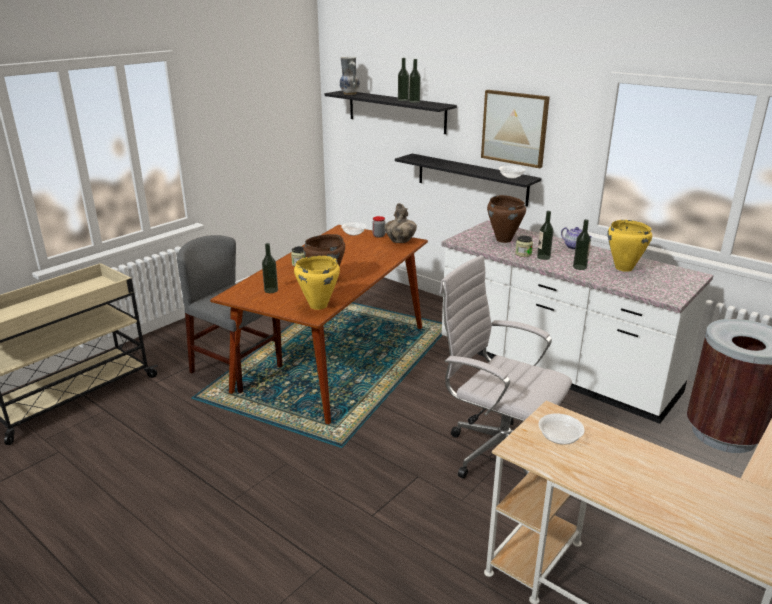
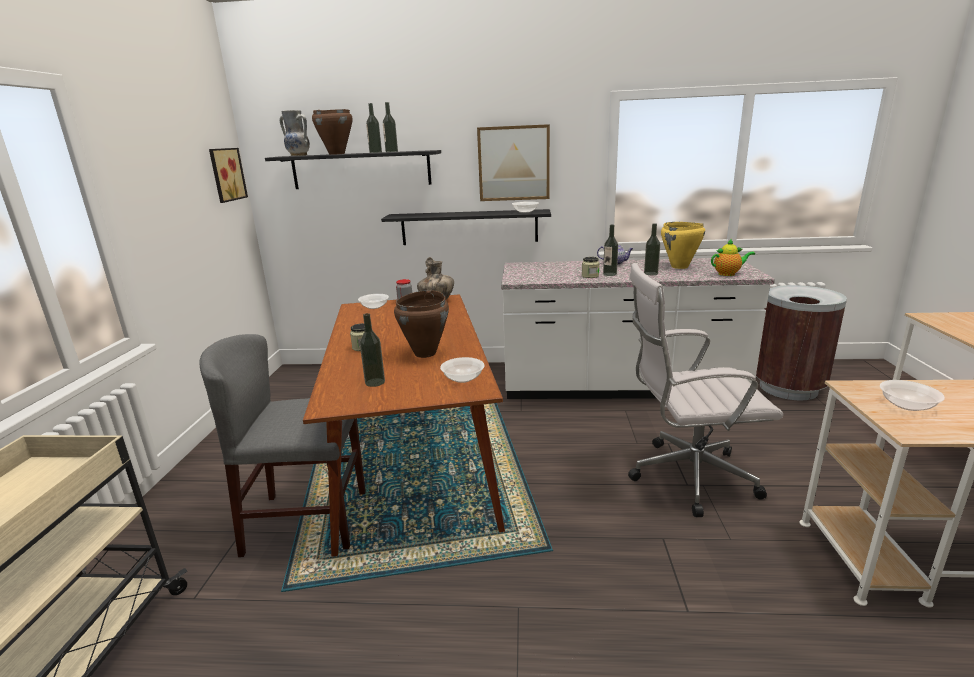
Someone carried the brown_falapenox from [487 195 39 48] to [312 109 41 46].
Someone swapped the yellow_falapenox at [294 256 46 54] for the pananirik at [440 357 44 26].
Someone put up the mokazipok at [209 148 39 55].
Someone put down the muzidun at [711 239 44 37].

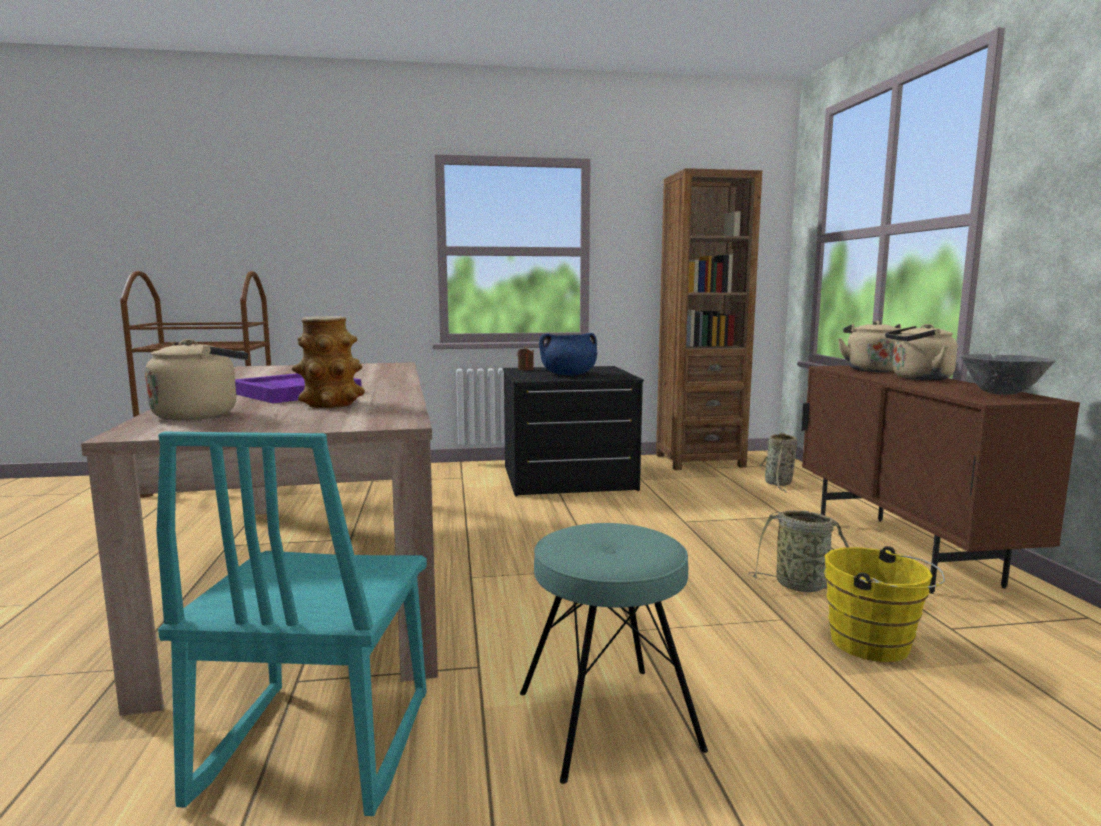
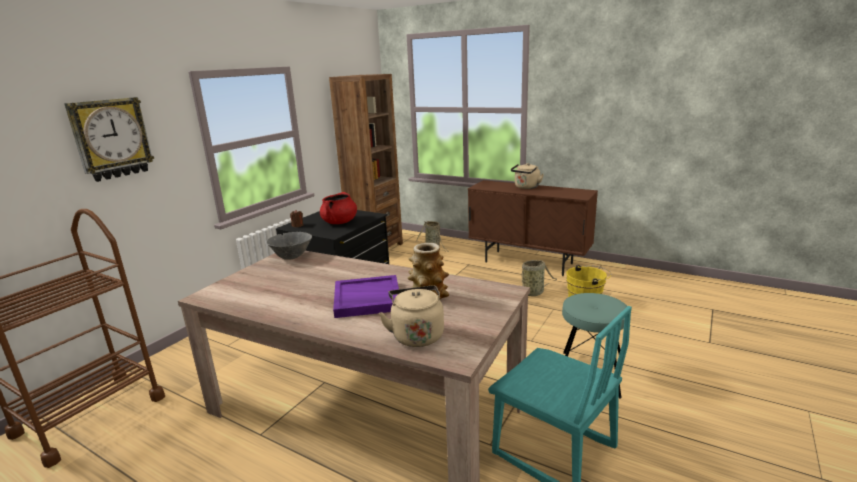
Someone took away the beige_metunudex at [838 321 64 51].
Someone repainted the blue_falapenox at [539 333 58 42], which became the red_falapenox at [320 192 37 32].
Someone carried the grey_pananirik from [960 354 96 41] to [266 232 46 28].
Someone put up the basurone at [64 97 90 85].

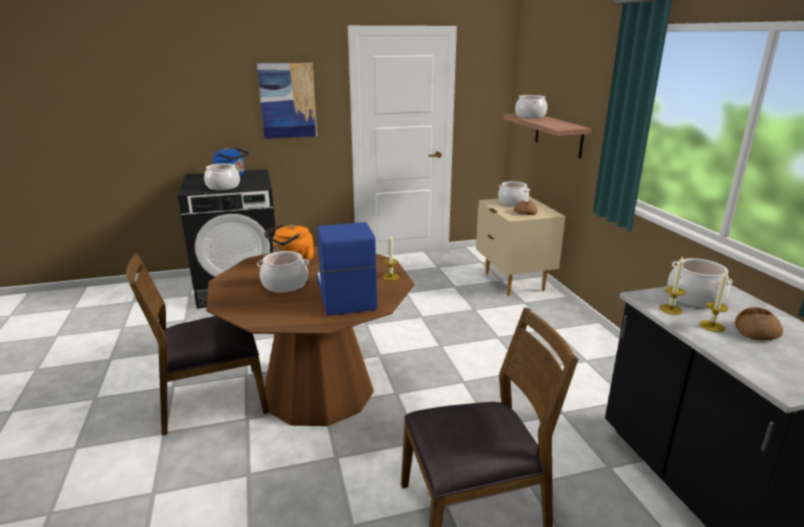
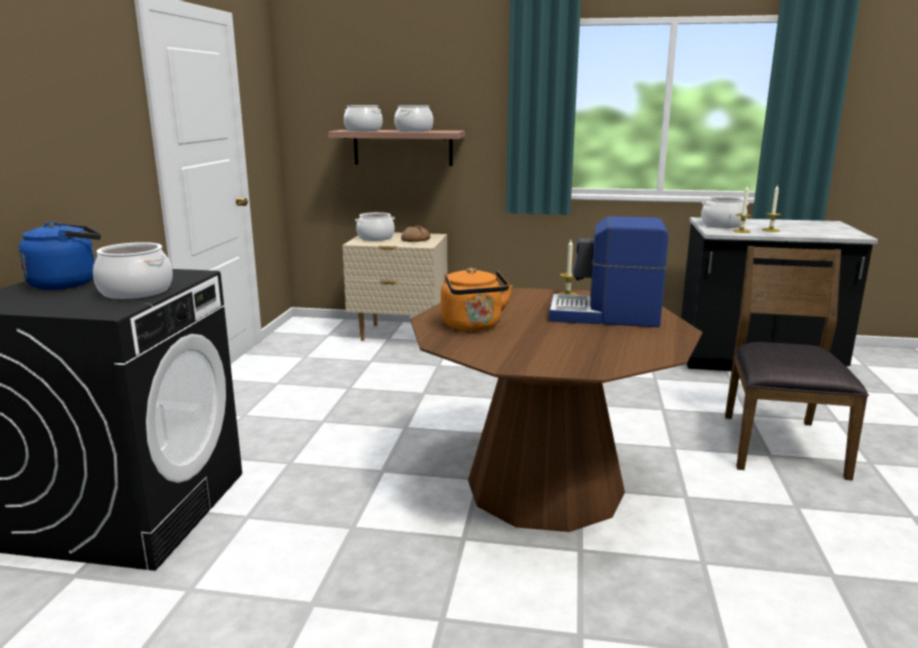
Someone took away the mokazipok at [257 63 60 76].
Someone carried the falapenox from [257 251 52 42] to [394 105 39 27].
Someone took away the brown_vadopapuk at [126 253 143 183].
Someone took away the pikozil at [735 307 48 34].

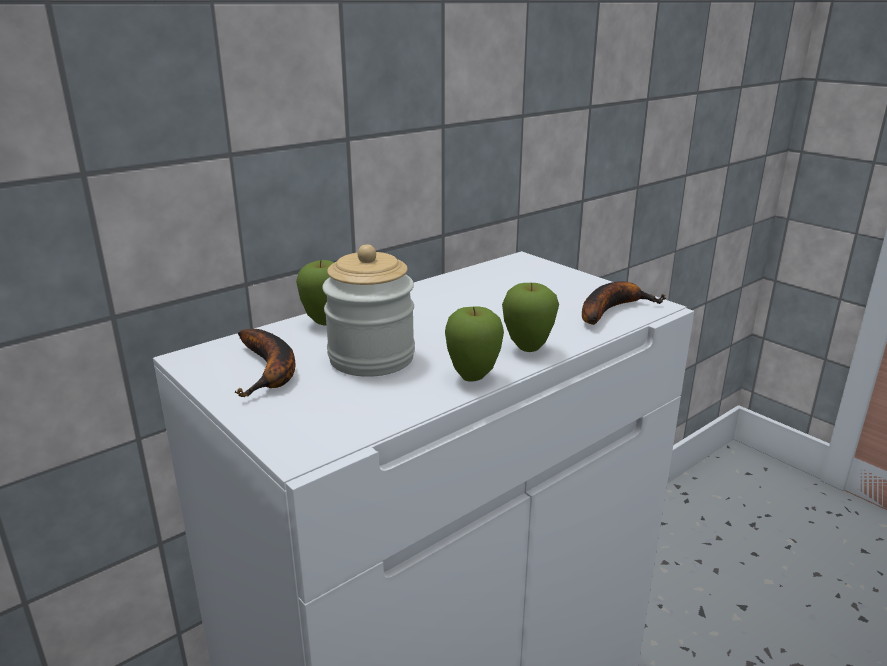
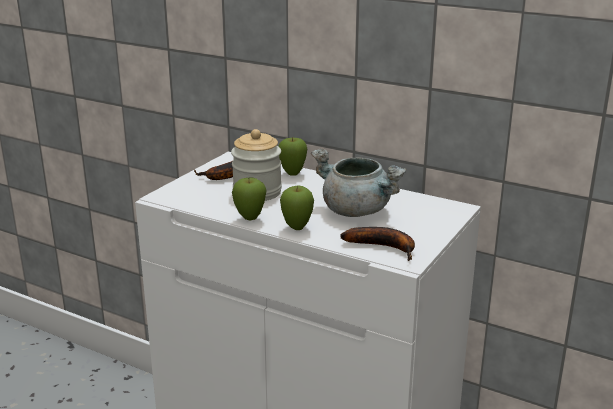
Someone put down the grey_falapenox at [311 148 96 69].

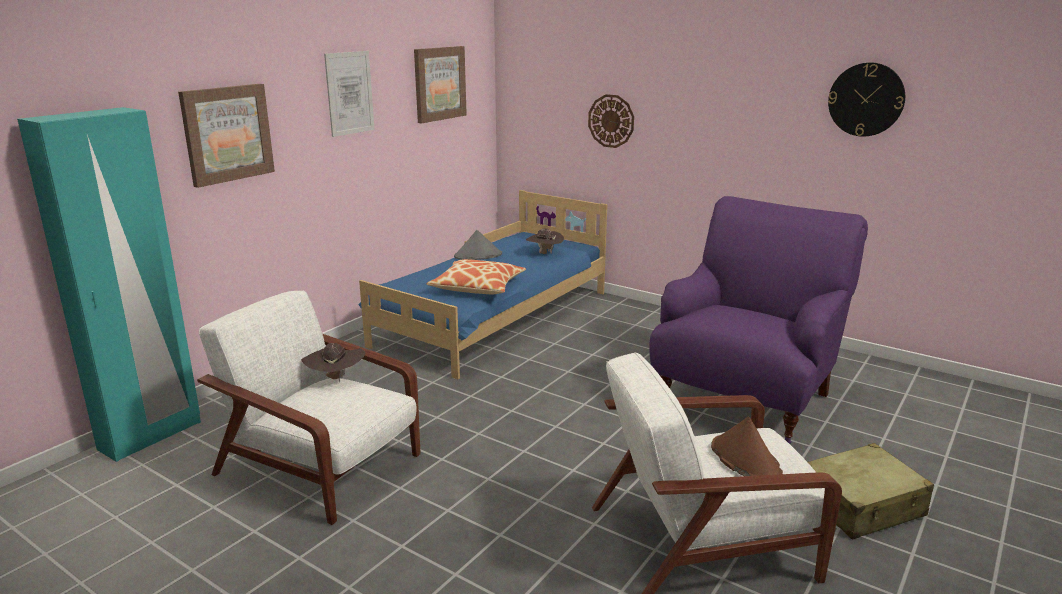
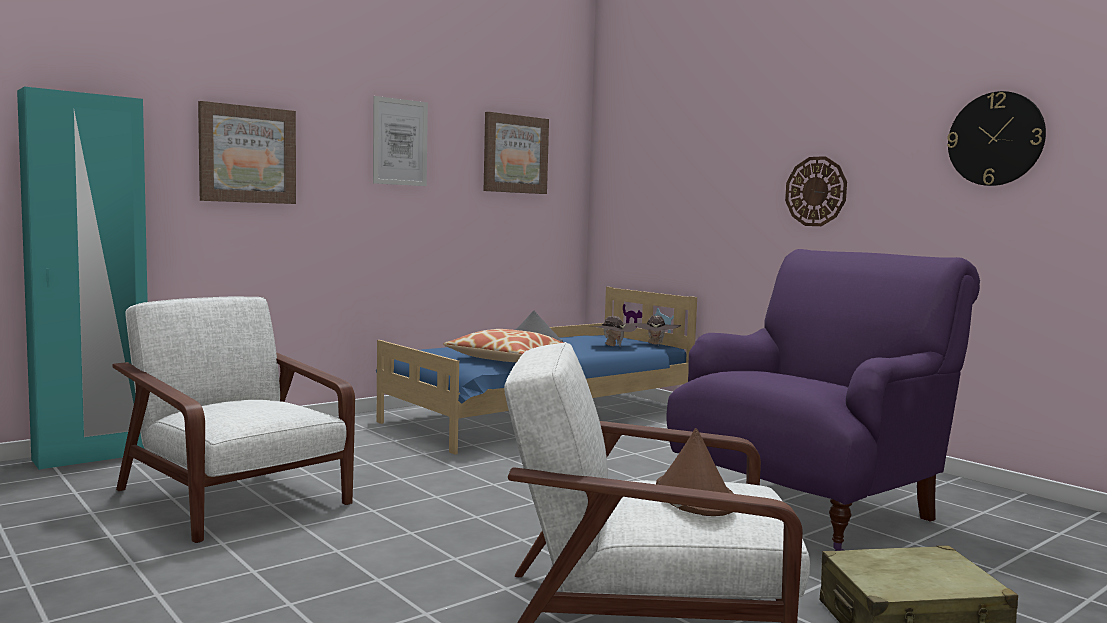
Someone carried the basurone from [588 94 46 54] to [785 156 62 70].
Someone carried the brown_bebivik from [301 343 65 40] to [631 315 50 31].

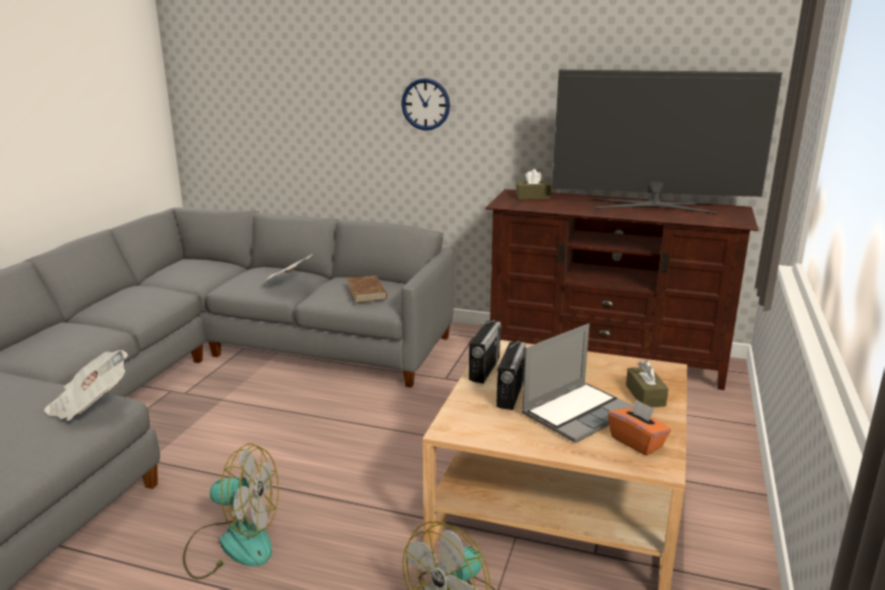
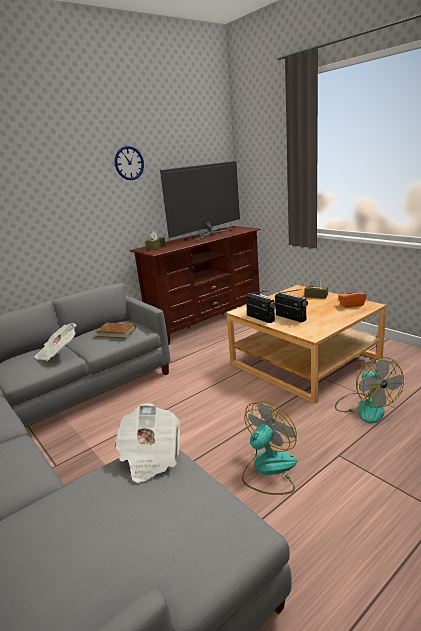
Someone carried the basurone from [401 78 49 53] to [115 146 29 34].
Someone took away the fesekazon at [522 324 112 119].

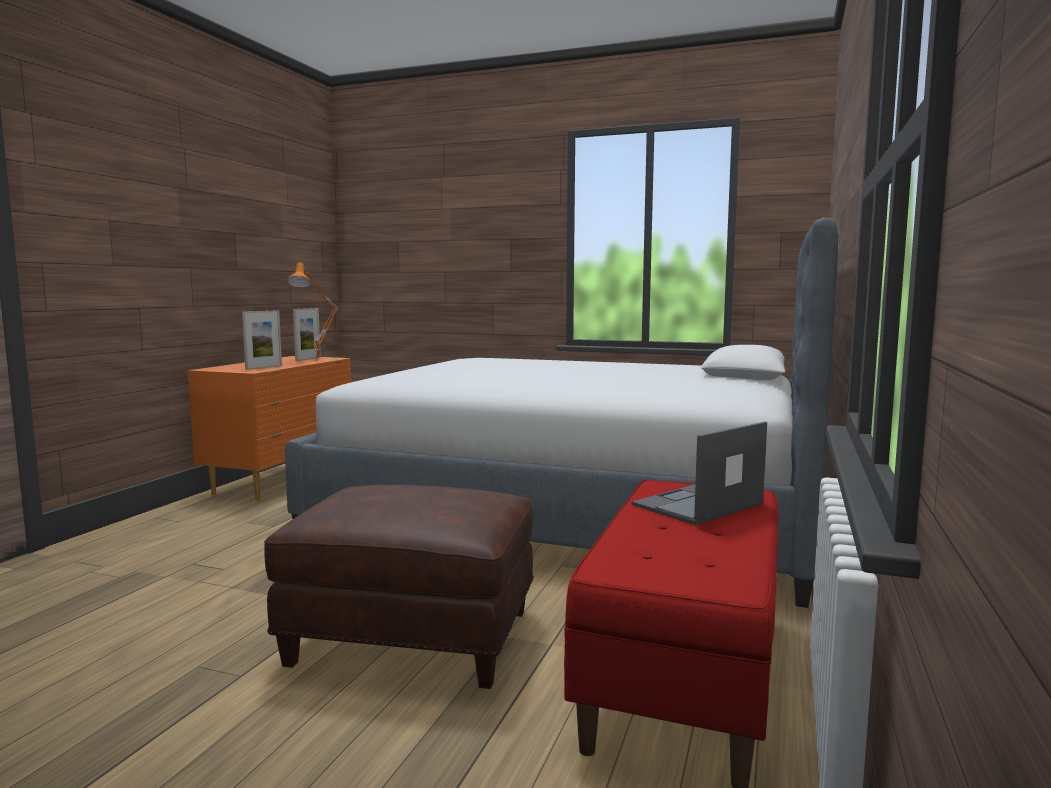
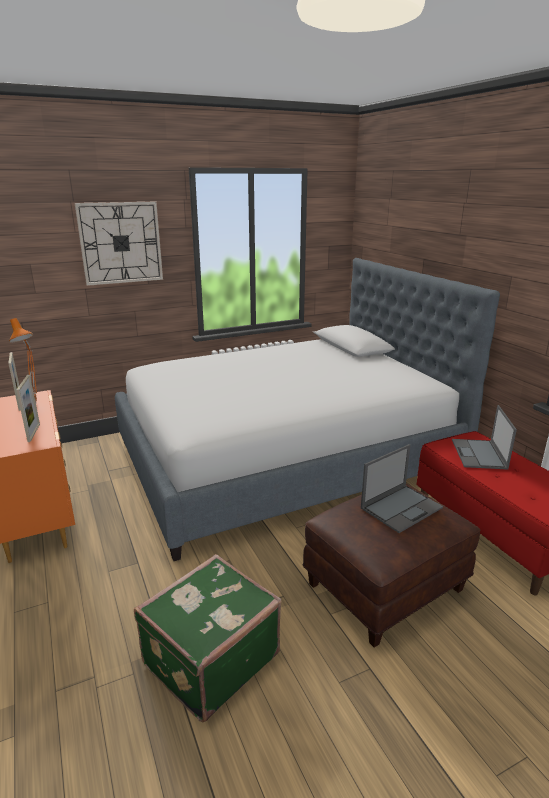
Someone put up the basurone at [75 202 88 84].
Someone put down the fesekazon at [361 444 82 89].
Someone put down the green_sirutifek at [134 554 148 169].

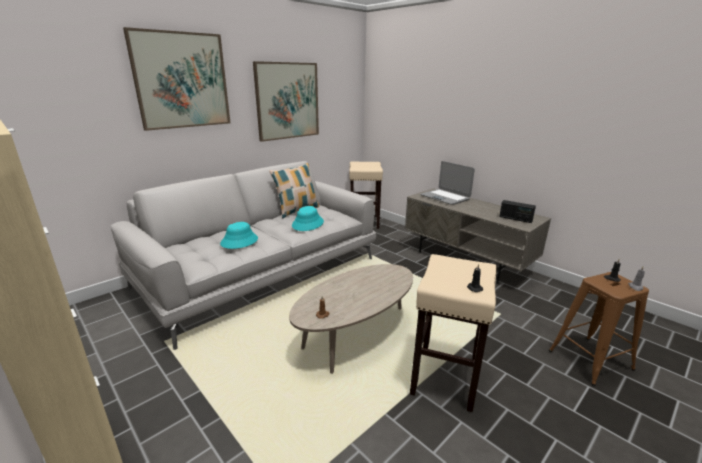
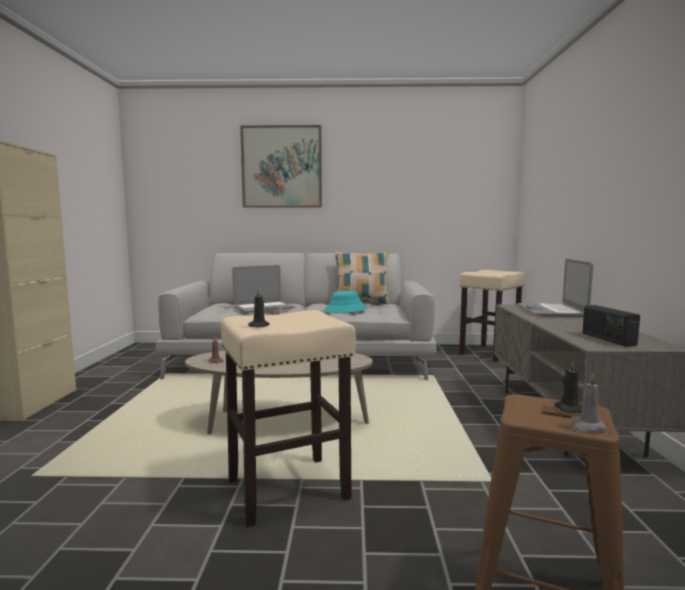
Someone took away the mokazipok at [253 61 66 81].
Someone swapped the turquoise_bebivik at [220 222 38 27] for the fesekazon at [232 265 63 48].

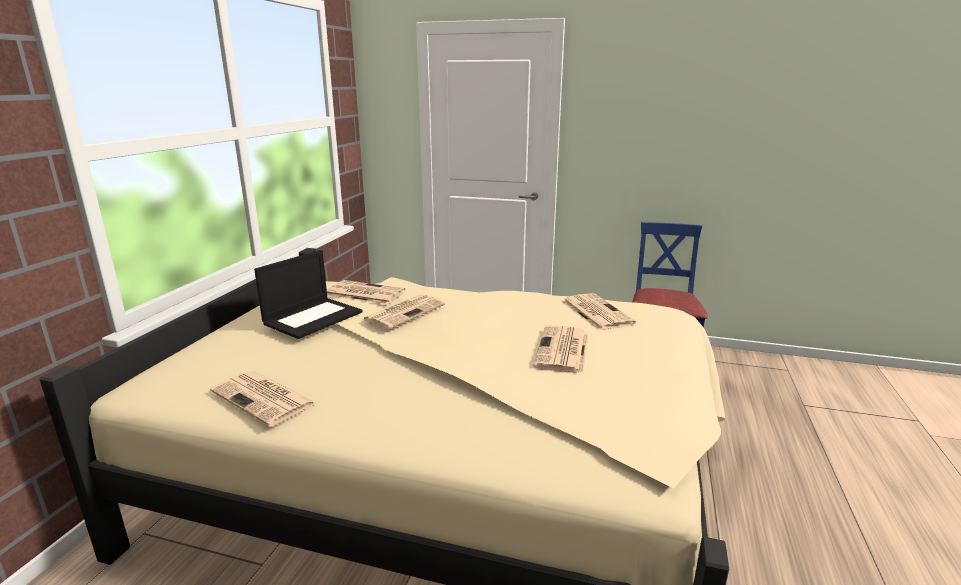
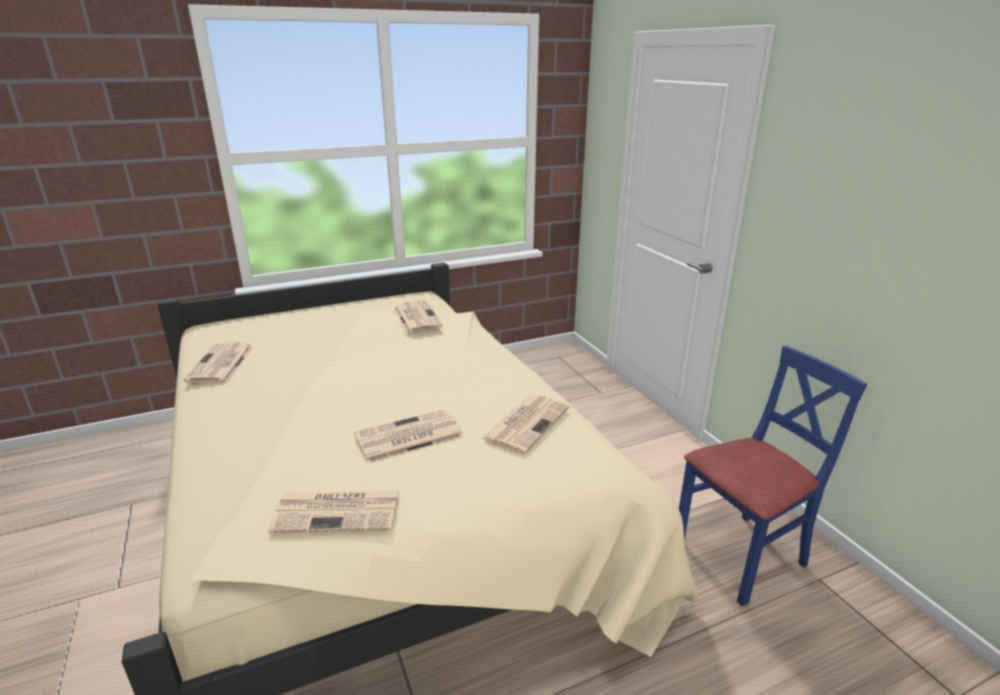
Someone took away the fesekazon at [254 250 109 89].
Someone carried the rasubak from [362 294 83 35] to [268 491 132 42].

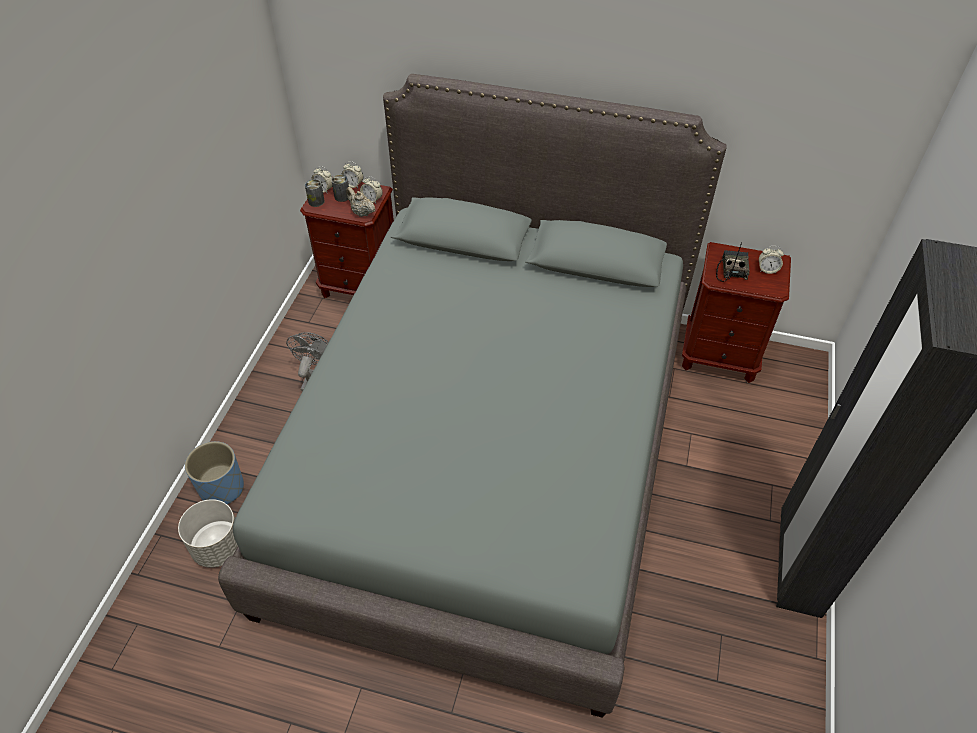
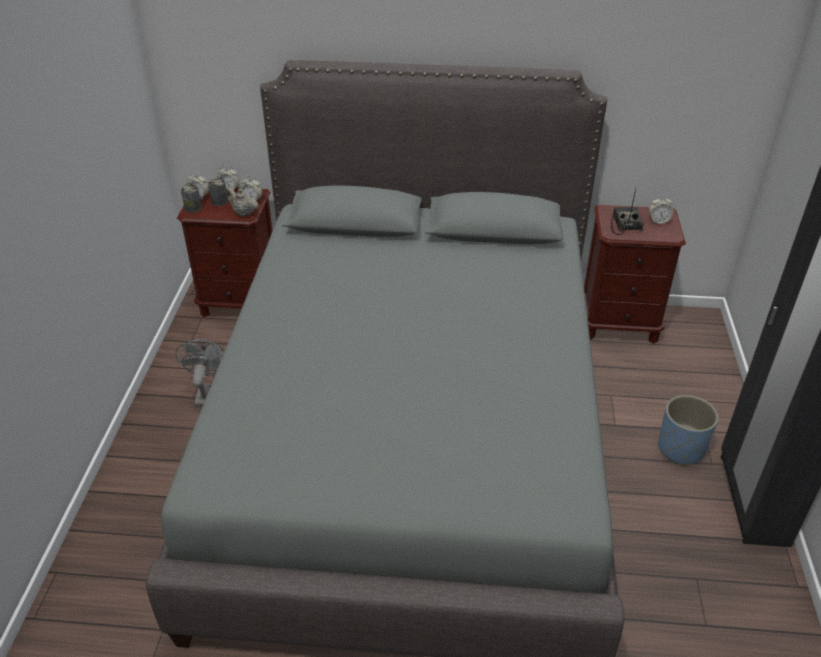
Someone carried the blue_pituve from [185 441 59 63] to [658 395 61 71].
Someone took away the grey_pituve at [178 499 60 69].

